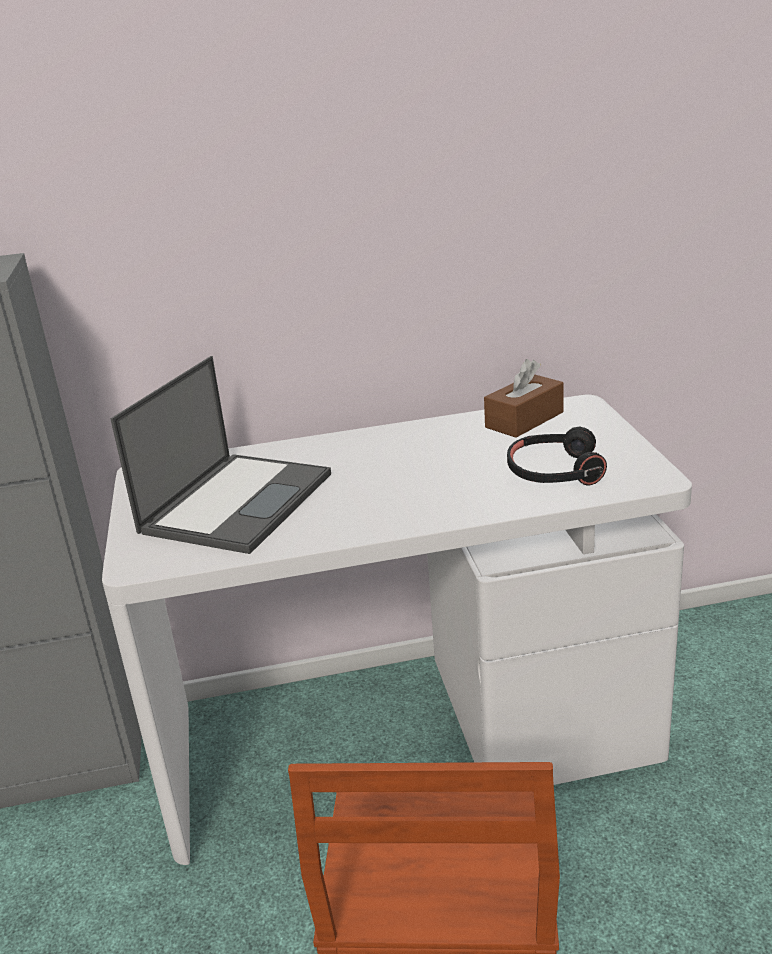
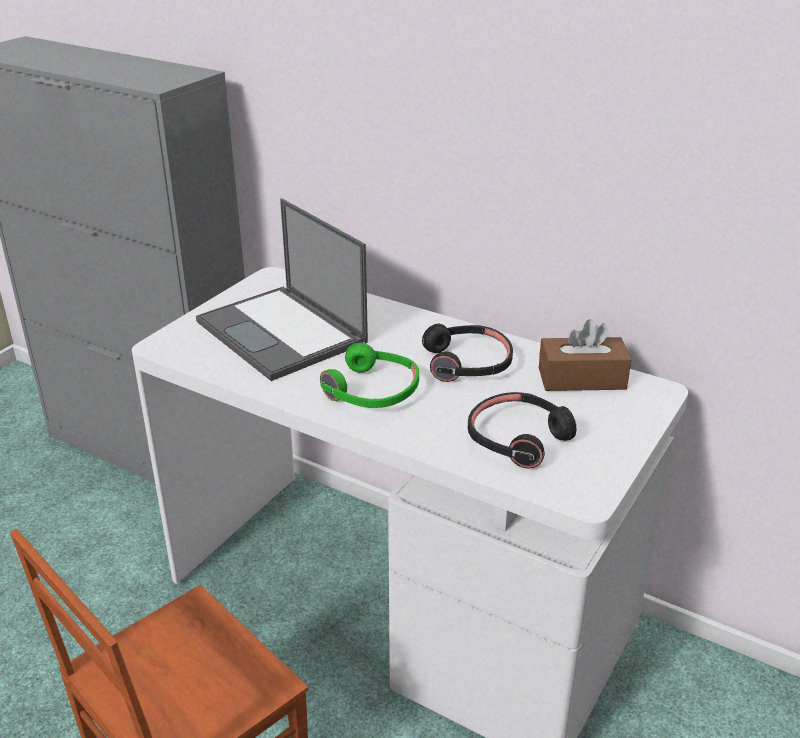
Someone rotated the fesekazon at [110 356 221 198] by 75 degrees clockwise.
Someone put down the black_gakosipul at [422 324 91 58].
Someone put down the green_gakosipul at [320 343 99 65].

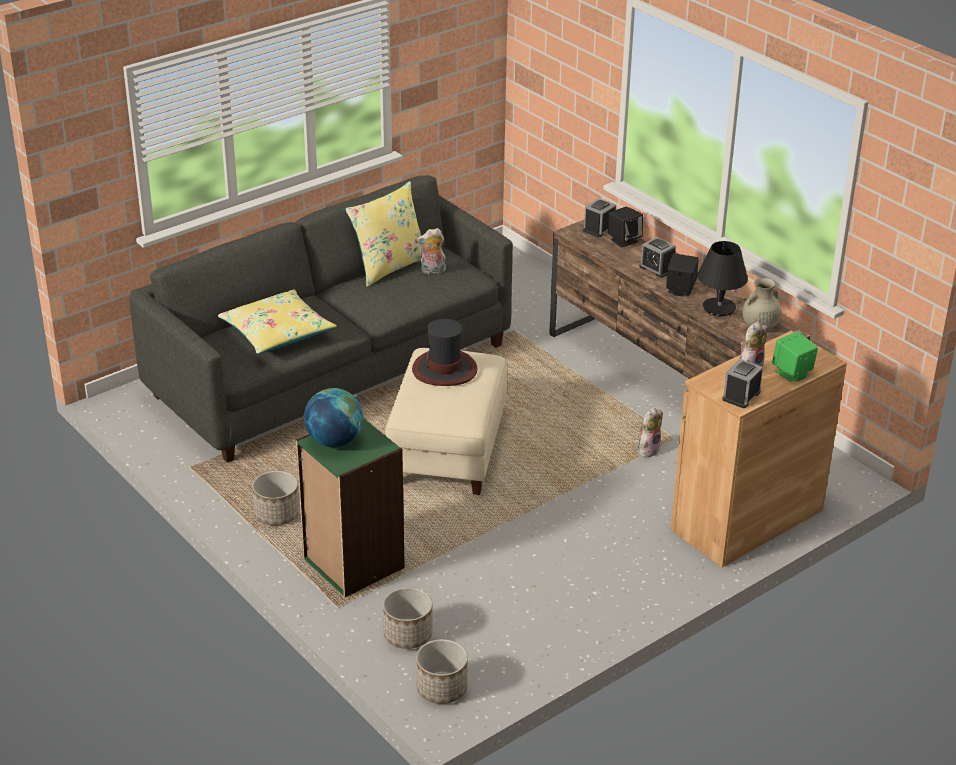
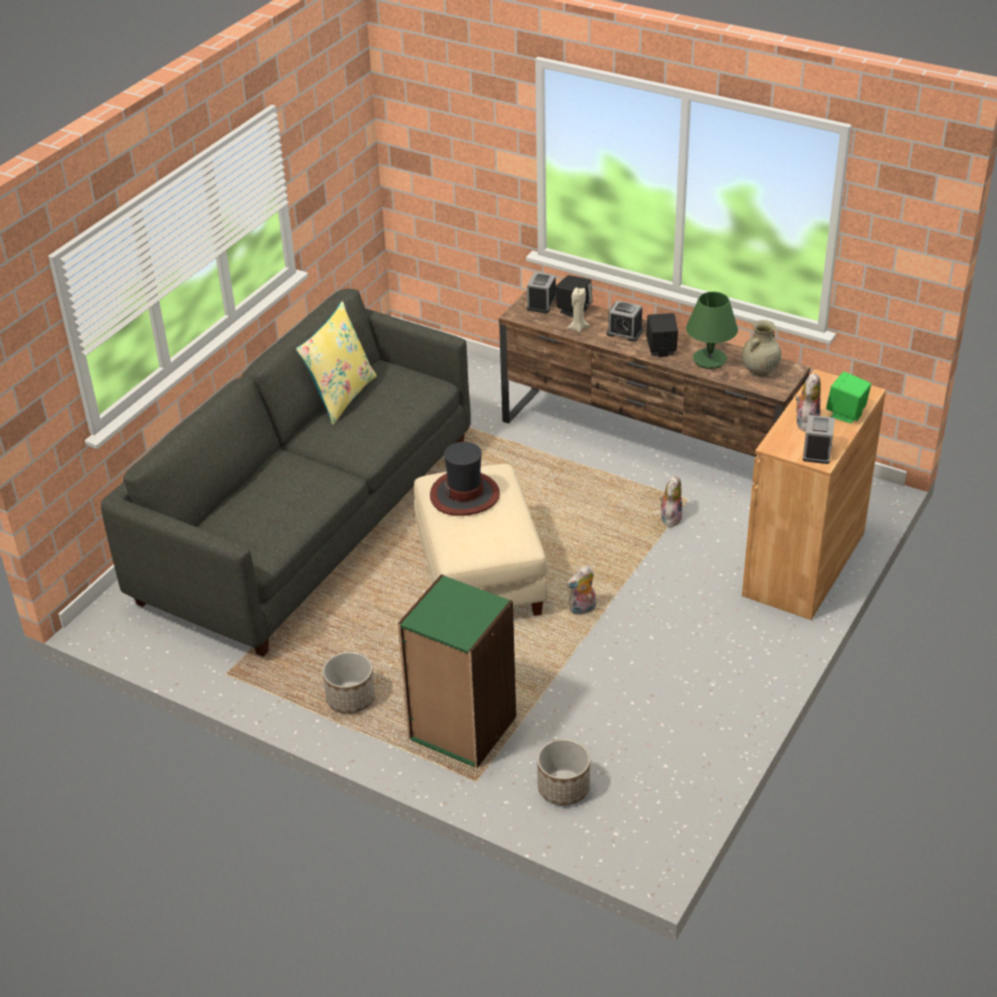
Someone carried the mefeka from [417 228 29 46] to [566 566 30 49].
Someone repainted the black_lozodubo at [697 241 51 75], which became the green_lozodubo at [686 292 52 77].
Someone took away the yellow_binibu at [218 290 119 64].
Someone took away the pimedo at [304 388 59 59].
Someone took away the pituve at [416 639 52 65].
Someone put down the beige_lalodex at [567 287 23 46].

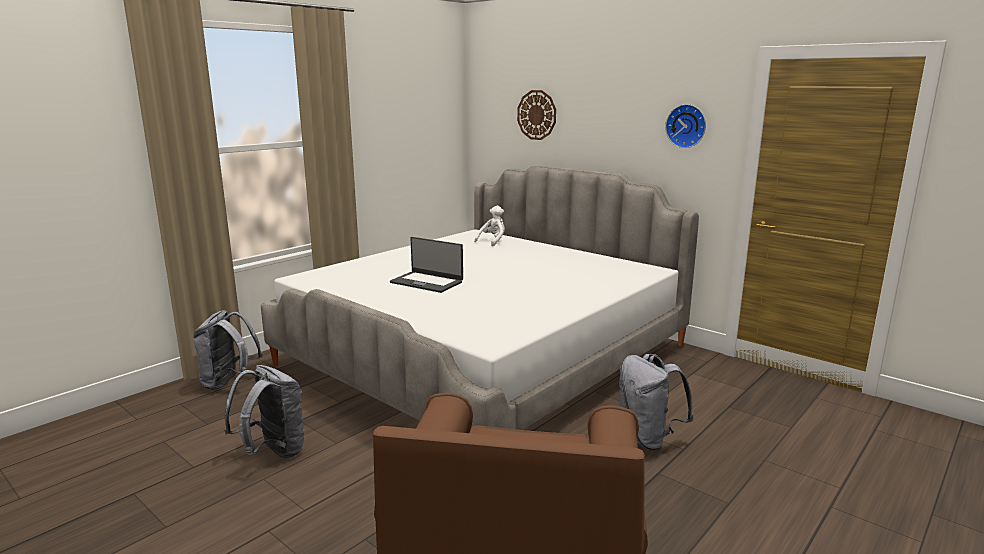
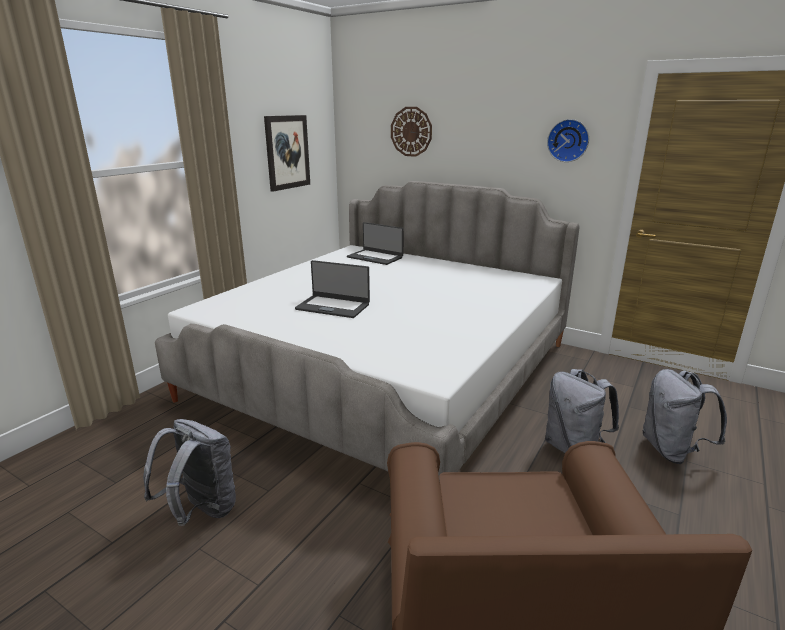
Someone swapped the white_mefeka at [474 206 31 40] for the fesekazon at [347 222 57 43].
Someone carried the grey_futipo from [193 310 70 80] to [643 369 84 95].
Someone put up the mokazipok at [264 115 46 77].

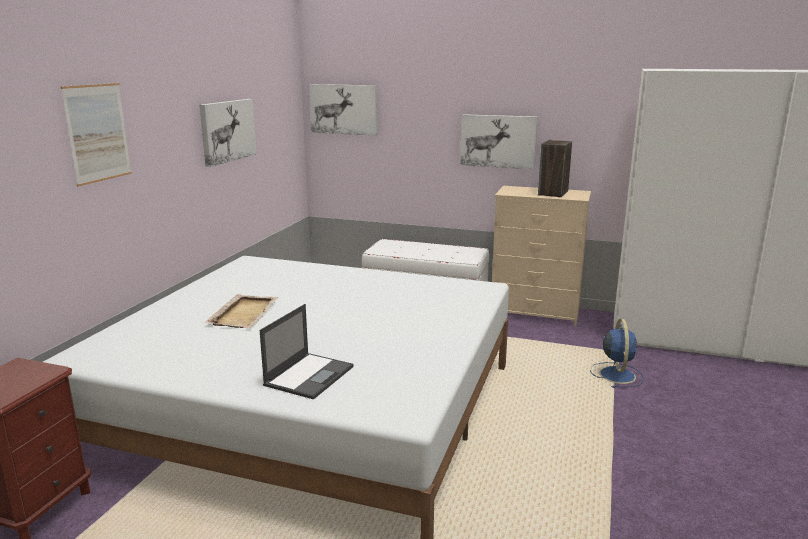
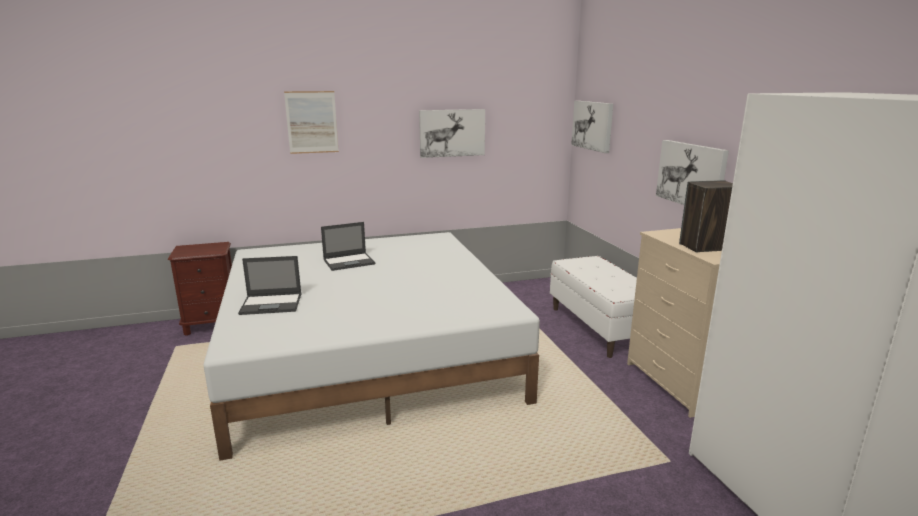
Someone swapped the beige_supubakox at [205 294 73 34] for the fesekazon at [321 222 54 49].
Someone took away the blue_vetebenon at [590 319 54 69].

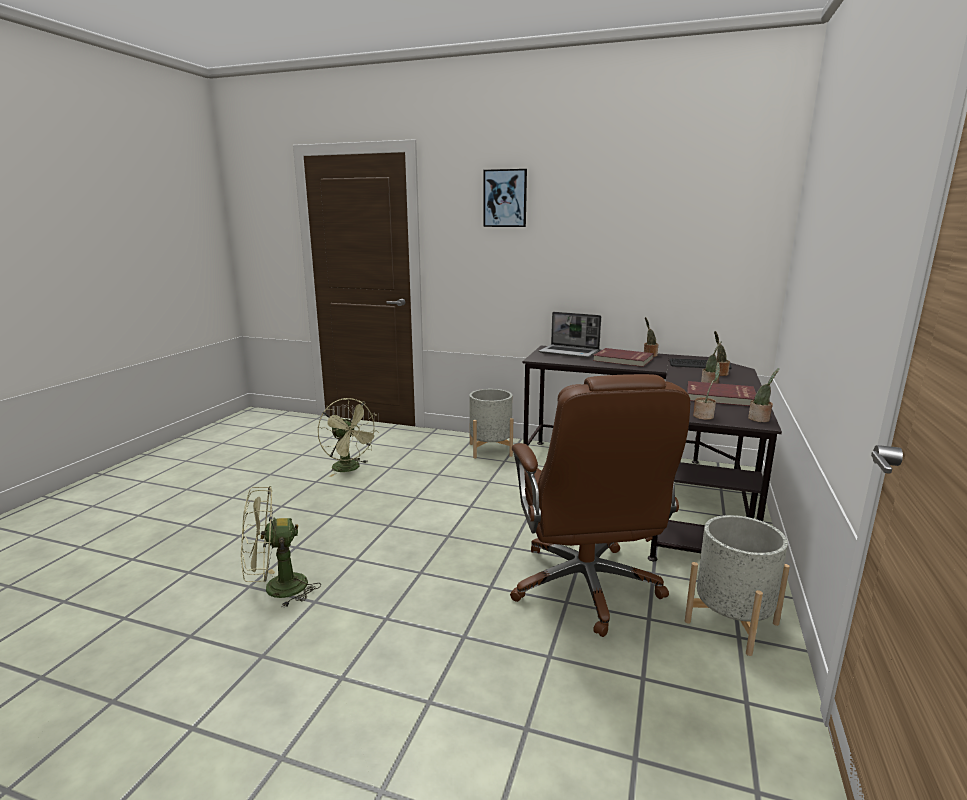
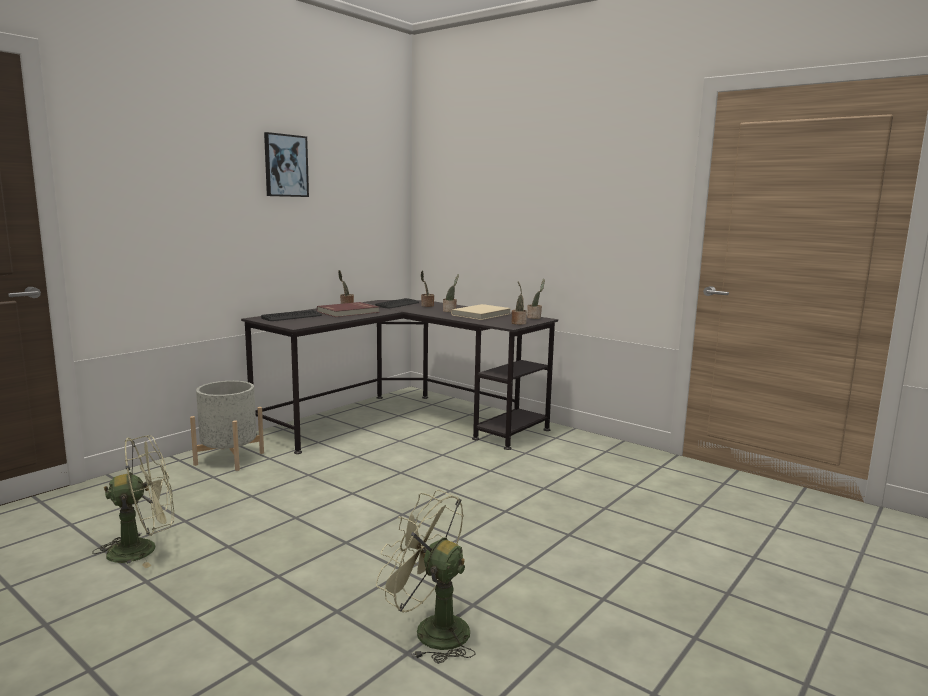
Someone carried the mokazipok from [484 169 43 58] to [264 132 45 65].
Someone swapped the fesekazon at [539 312 62 46] for the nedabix at [261 310 61 11].
Someone took away the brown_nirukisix at [510 374 180 263].
Someone repainted the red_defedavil at [687 381 69 25], which became the beige_defedavil at [451 304 60 16].
Someone rotated the green_vetebenon at [241 486 80 122] by 120 degrees clockwise.
Someone took away the grey_pituve at [685 515 105 141].

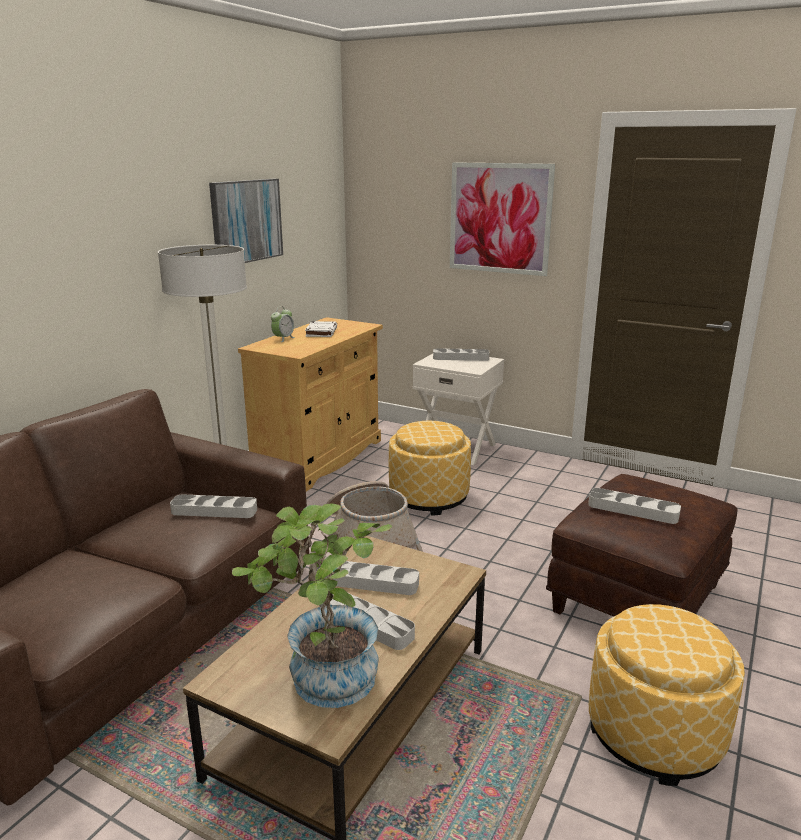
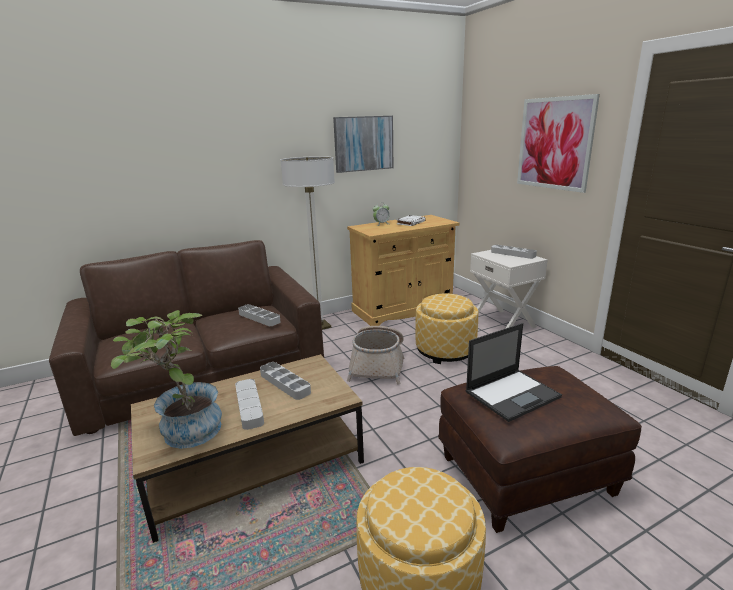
Someone swapped the grey_supubakox at [588 488 93 36] for the fesekazon at [466 323 96 99].

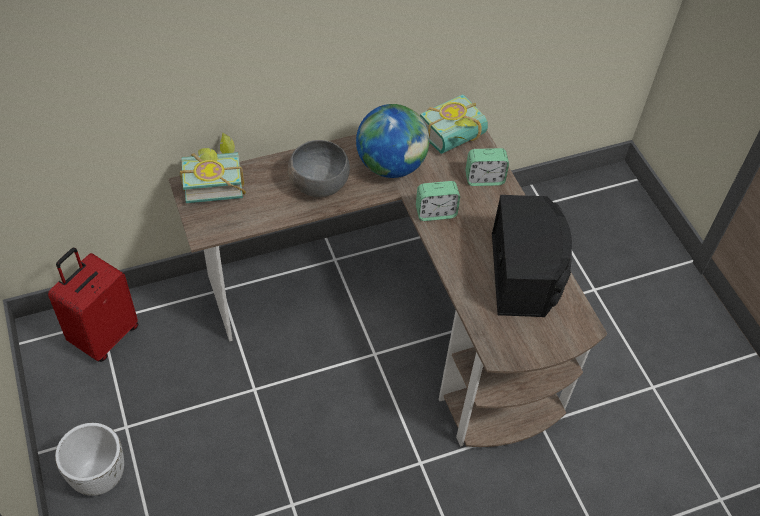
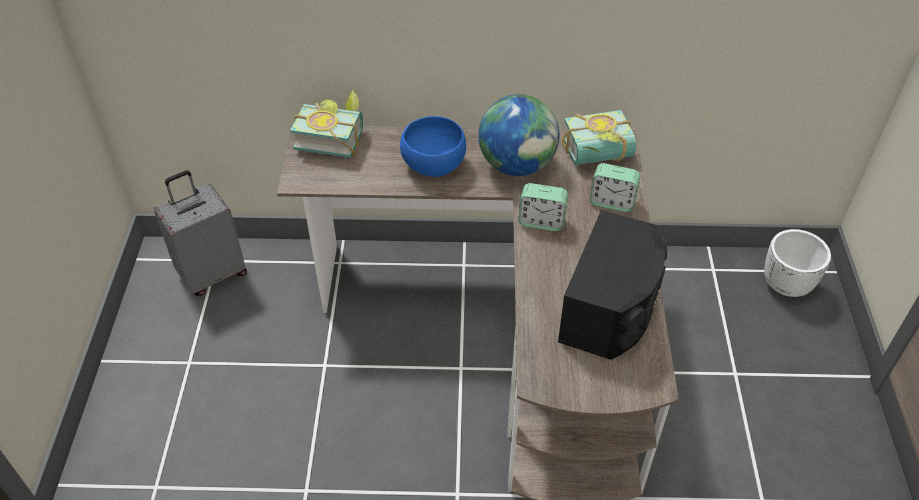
Someone repainted the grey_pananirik at [288 140 62 57], which became the blue_pananirik at [400 116 66 61].
Someone repainted the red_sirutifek at [48 248 90 114], which became the grey_sirutifek at [154 170 93 126].
Someone carried the white_pituve from [55 423 69 73] to [764 229 67 68].

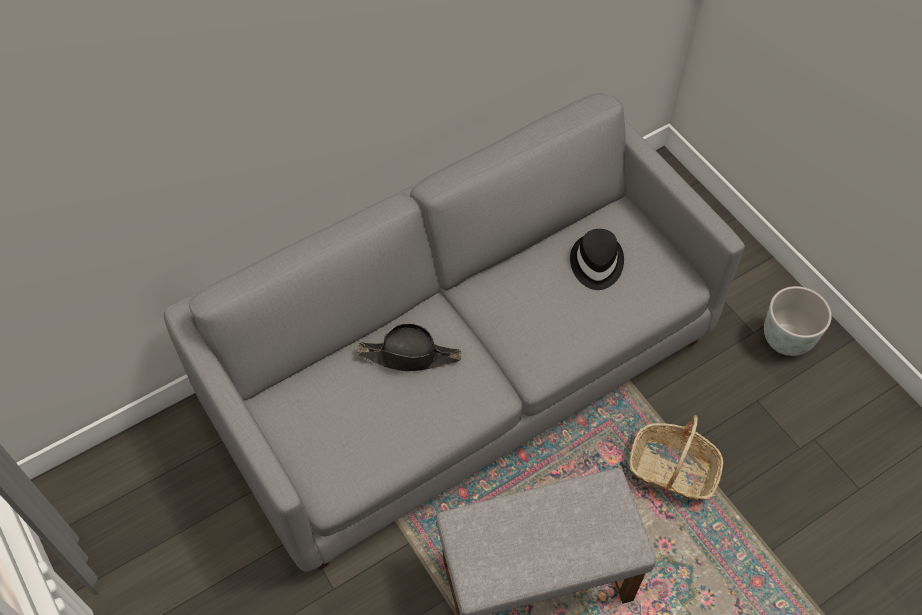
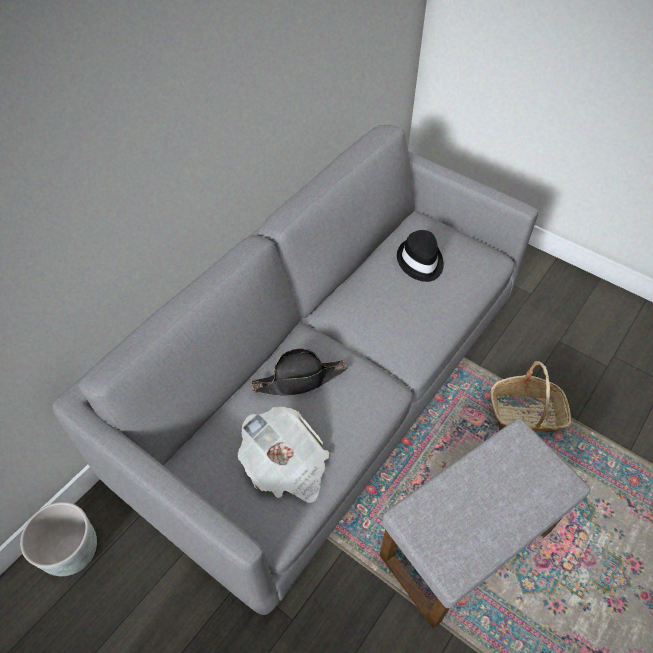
Someone carried the grey_pituve from [764 286 68 70] to [20 502 77 74].
Someone put down the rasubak at [237 406 92 97].

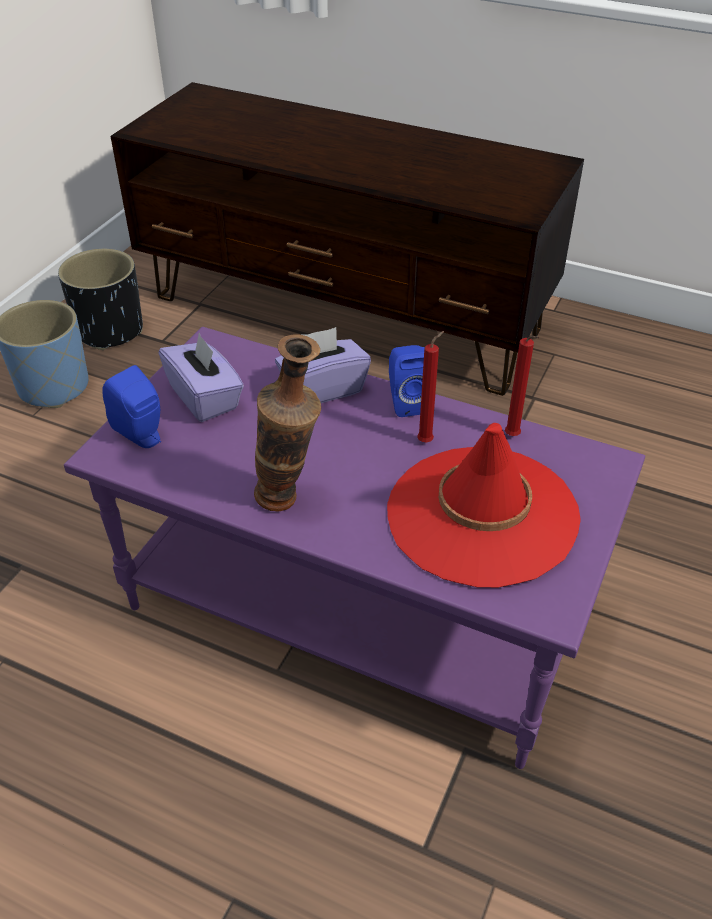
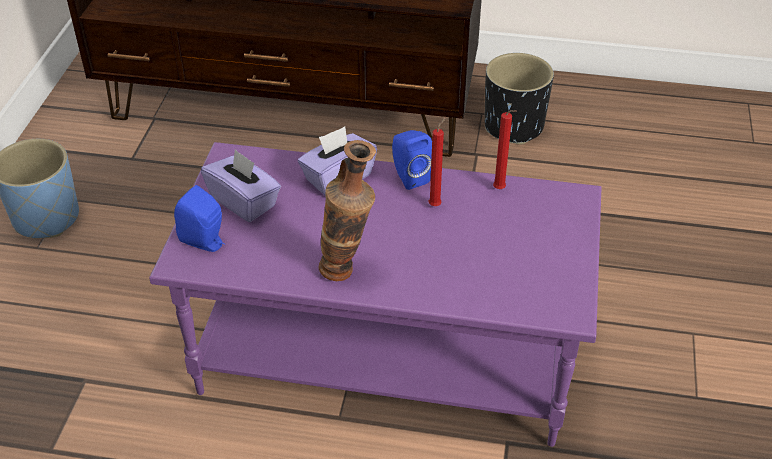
Someone carried the black_pituve from [58 249 85 101] to [484 53 70 91].
Someone took away the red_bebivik at [387 423 194 165].

